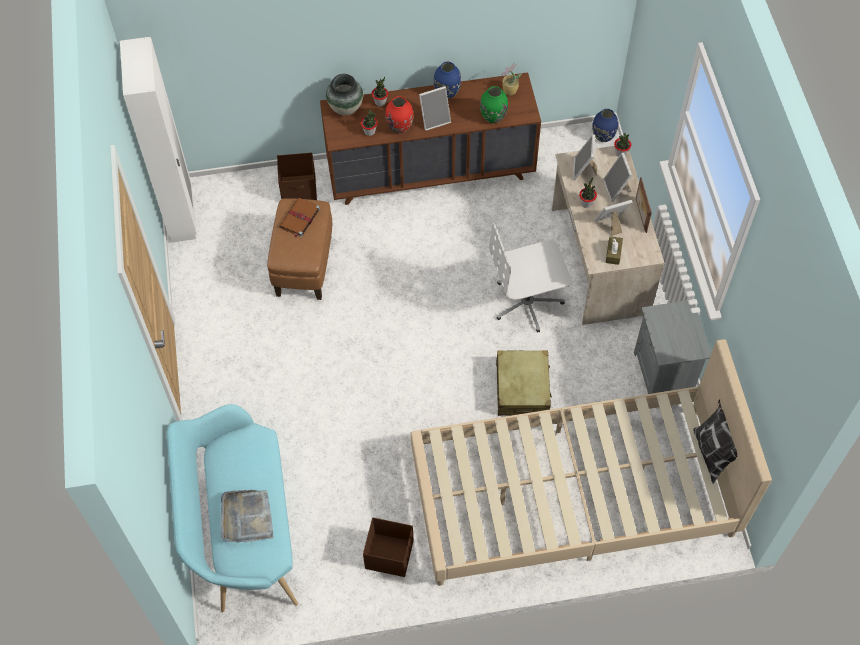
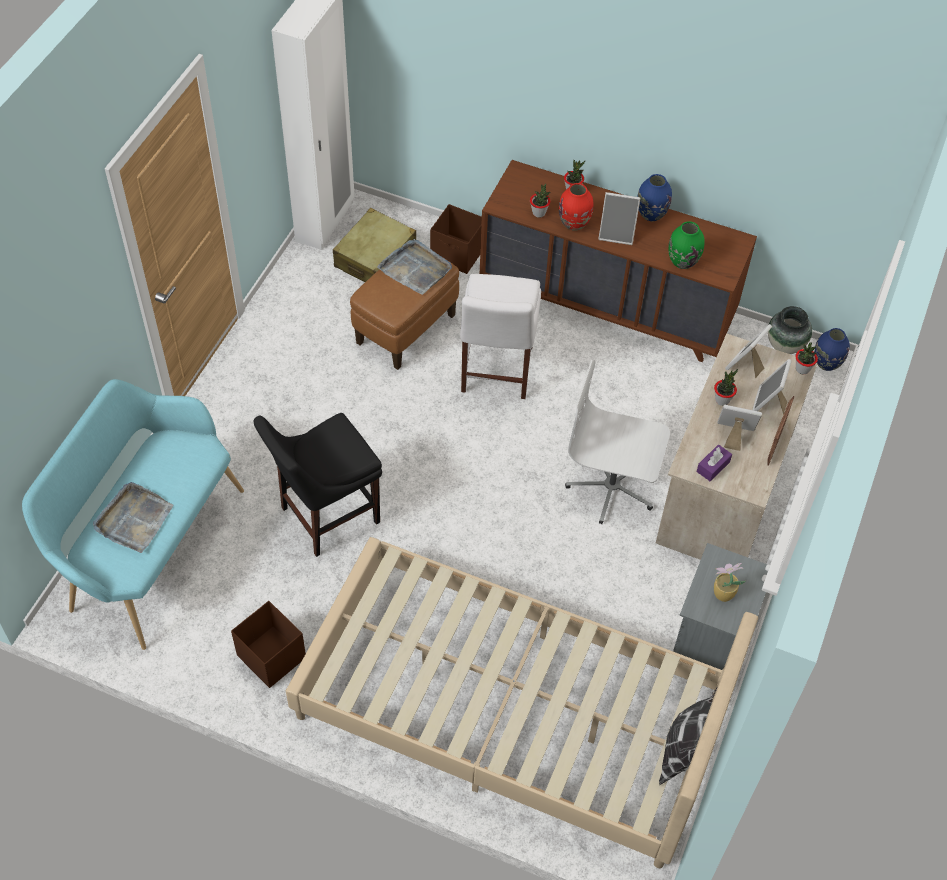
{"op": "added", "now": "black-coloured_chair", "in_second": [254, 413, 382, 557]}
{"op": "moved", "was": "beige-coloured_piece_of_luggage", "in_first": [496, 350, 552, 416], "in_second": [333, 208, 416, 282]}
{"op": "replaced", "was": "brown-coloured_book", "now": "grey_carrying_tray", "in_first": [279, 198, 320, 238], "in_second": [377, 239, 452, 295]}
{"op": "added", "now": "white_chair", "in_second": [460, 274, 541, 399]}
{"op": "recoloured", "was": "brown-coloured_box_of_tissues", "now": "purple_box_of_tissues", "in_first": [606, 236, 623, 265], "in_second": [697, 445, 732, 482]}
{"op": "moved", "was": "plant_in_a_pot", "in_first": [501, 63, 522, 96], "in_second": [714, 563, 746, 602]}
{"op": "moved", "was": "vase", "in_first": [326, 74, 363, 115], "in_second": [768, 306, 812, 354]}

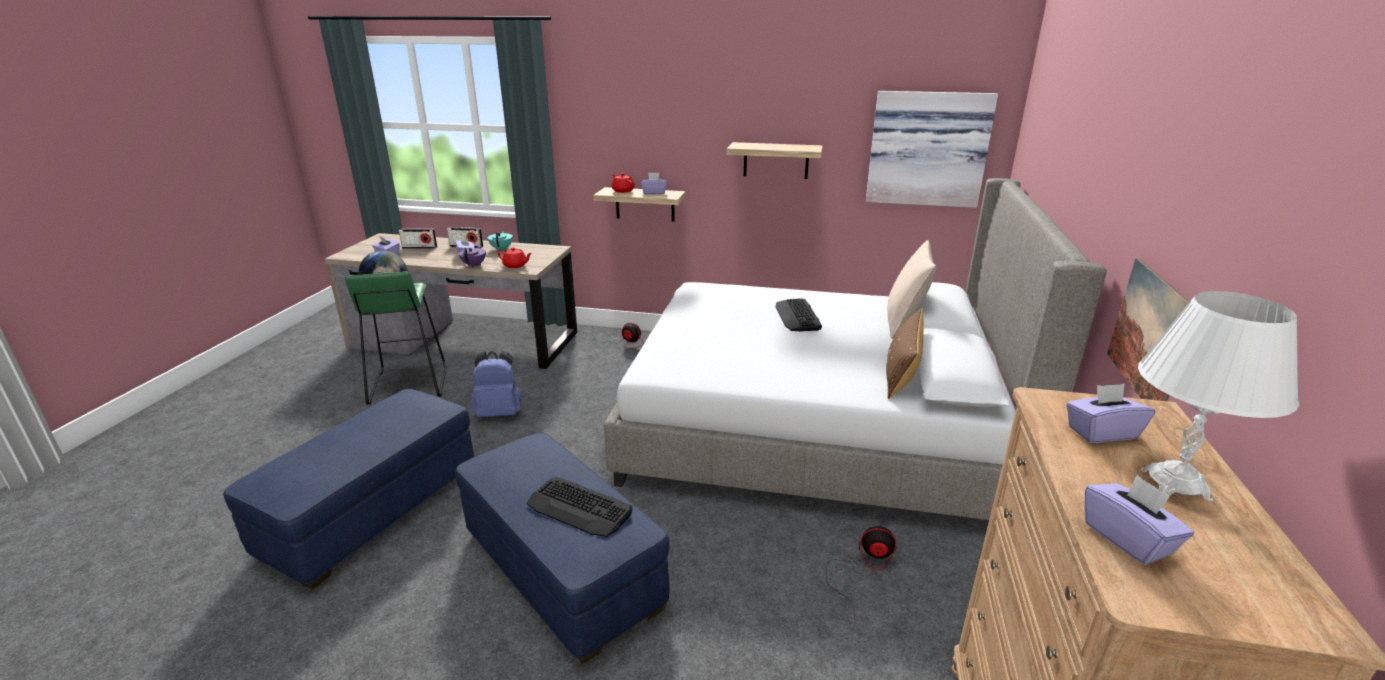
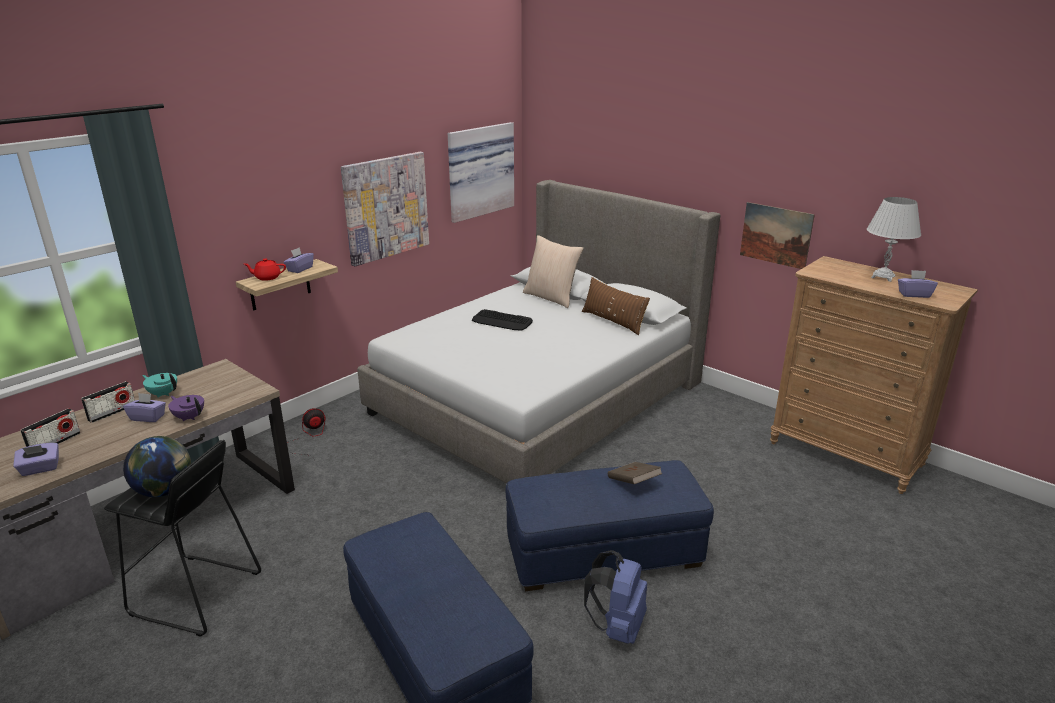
{"op": "recoloured", "was": "green-coloured_sitting_stool", "now": "black-coloured_sitting_stool", "in_first": [345, 271, 447, 405], "in_second": [104, 440, 261, 637]}
{"op": "replaced", "was": "shelf", "now": "wall_art", "in_first": [726, 142, 823, 179], "in_second": [341, 152, 429, 266]}
{"op": "moved", "was": "blue-coloured_rucksack", "in_first": [470, 351, 522, 417], "in_second": [584, 550, 647, 644]}
{"op": "replaced", "was": "keyboard", "now": "brown-coloured_book", "in_first": [527, 477, 632, 537], "in_second": [608, 462, 663, 484]}
{"op": "removed", "was": "reddish_teapot", "in_first": [498, 247, 532, 268]}
{"op": "removed", "was": "cooling_fan", "in_first": [826, 526, 897, 609]}
{"op": "removed", "was": "purple_box_of_tissues", "in_first": [1066, 384, 1155, 443]}

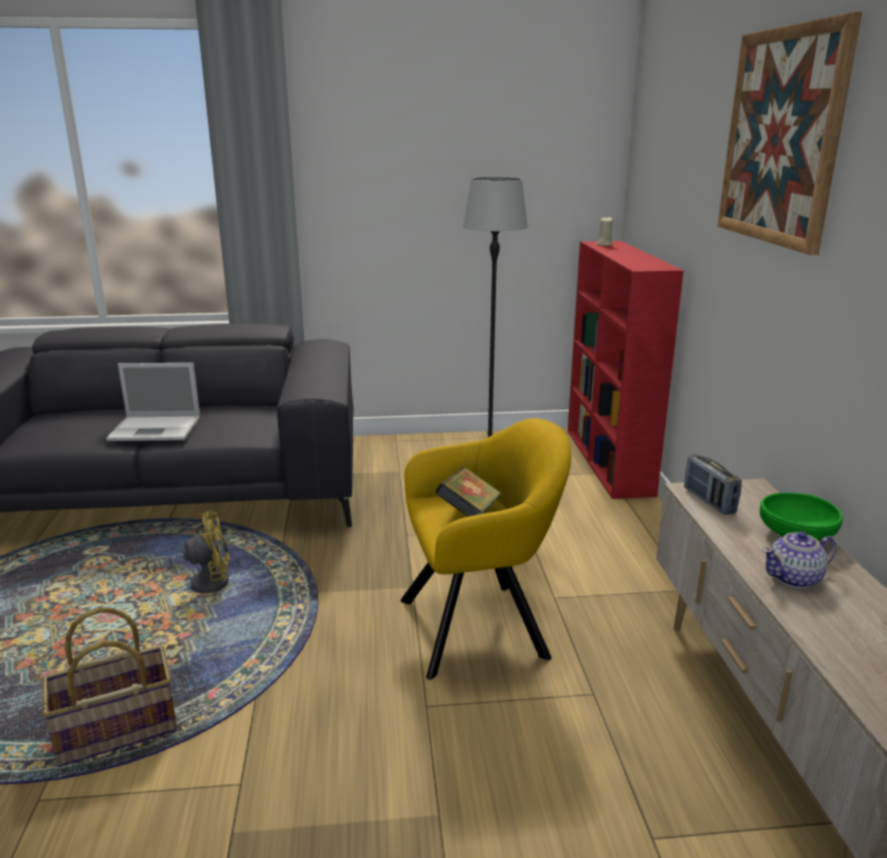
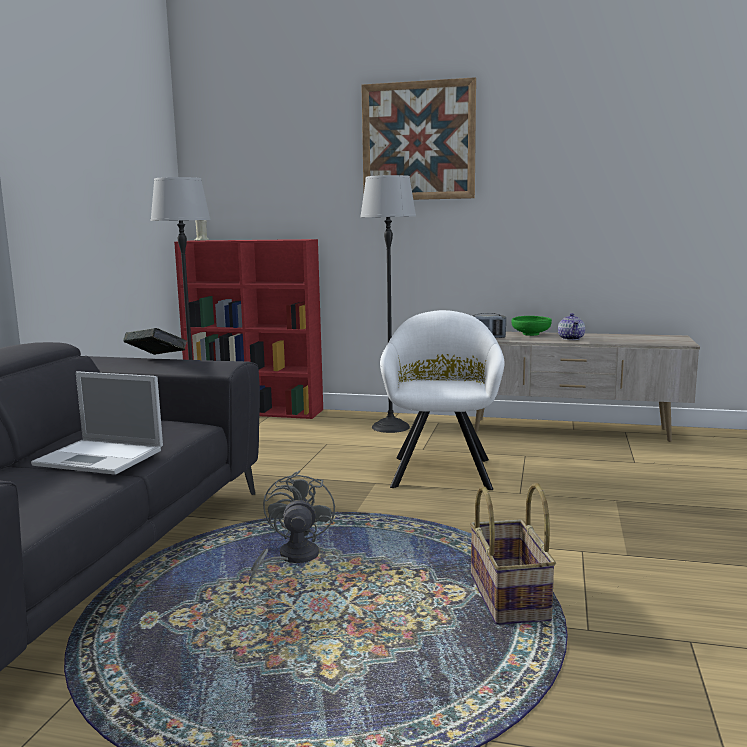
{"op": "turned", "was": "portable_computer", "in_first": [106, 363, 200, 441], "in_second": [31, 371, 163, 475], "clockwise": 90}
{"op": "moved", "was": "book", "in_first": [435, 467, 501, 517], "in_second": [123, 328, 187, 355]}
{"op": "recoloured", "was": "yellow_cooling_fan", "now": "grey_cooling_fan", "in_first": [146, 511, 230, 593], "in_second": [249, 470, 335, 584]}
{"op": "added", "now": "standard_lamp", "in_second": [360, 175, 416, 433]}
{"op": "recoloured", "was": "yellow_armchair", "now": "white_armchair", "in_first": [400, 418, 571, 680], "in_second": [380, 310, 505, 490]}

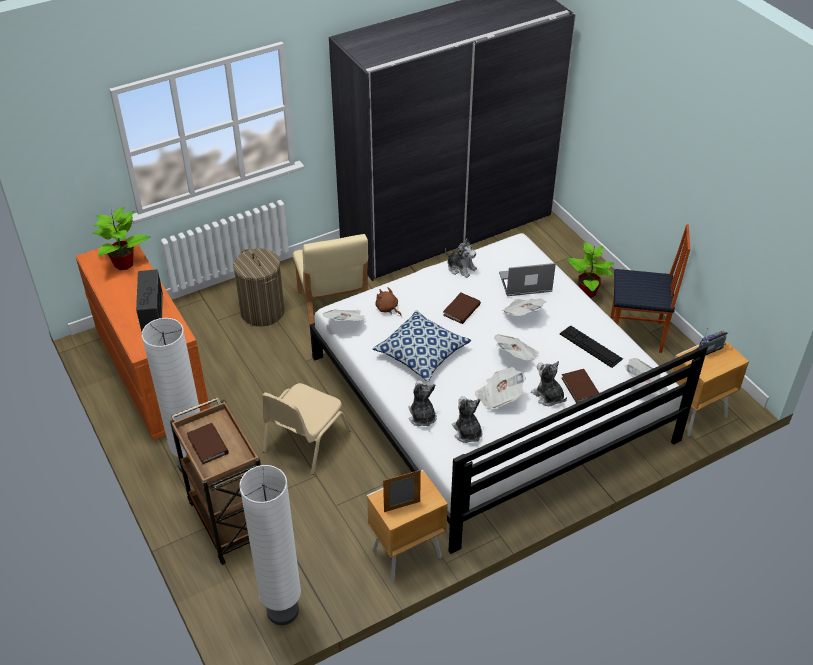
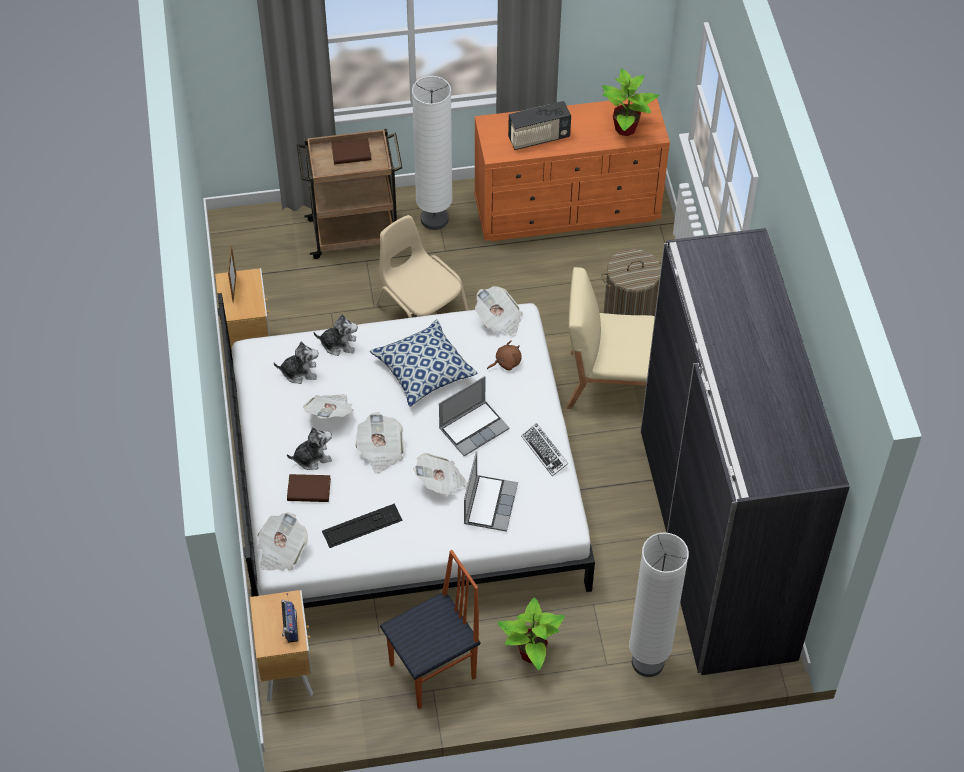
{"op": "turned", "was": "chair", "in_first": [610, 224, 690, 353], "in_second": [380, 550, 481, 709], "clockwise": -150}
{"op": "replaced", "was": "brown-coloured_book", "now": "portable_computer", "in_first": [443, 293, 481, 324], "in_second": [439, 376, 510, 456]}
{"op": "turned", "was": "radio_set", "in_first": [136, 269, 163, 331], "in_second": [508, 101, 571, 150], "clockwise": 150}
{"op": "replaced", "was": "soft_toy", "now": "keyboard", "in_first": [445, 239, 477, 278], "in_second": [521, 423, 569, 476]}
{"op": "moved", "was": "white_standard_lamp", "in_first": [239, 465, 301, 625], "in_second": [629, 532, 689, 677]}

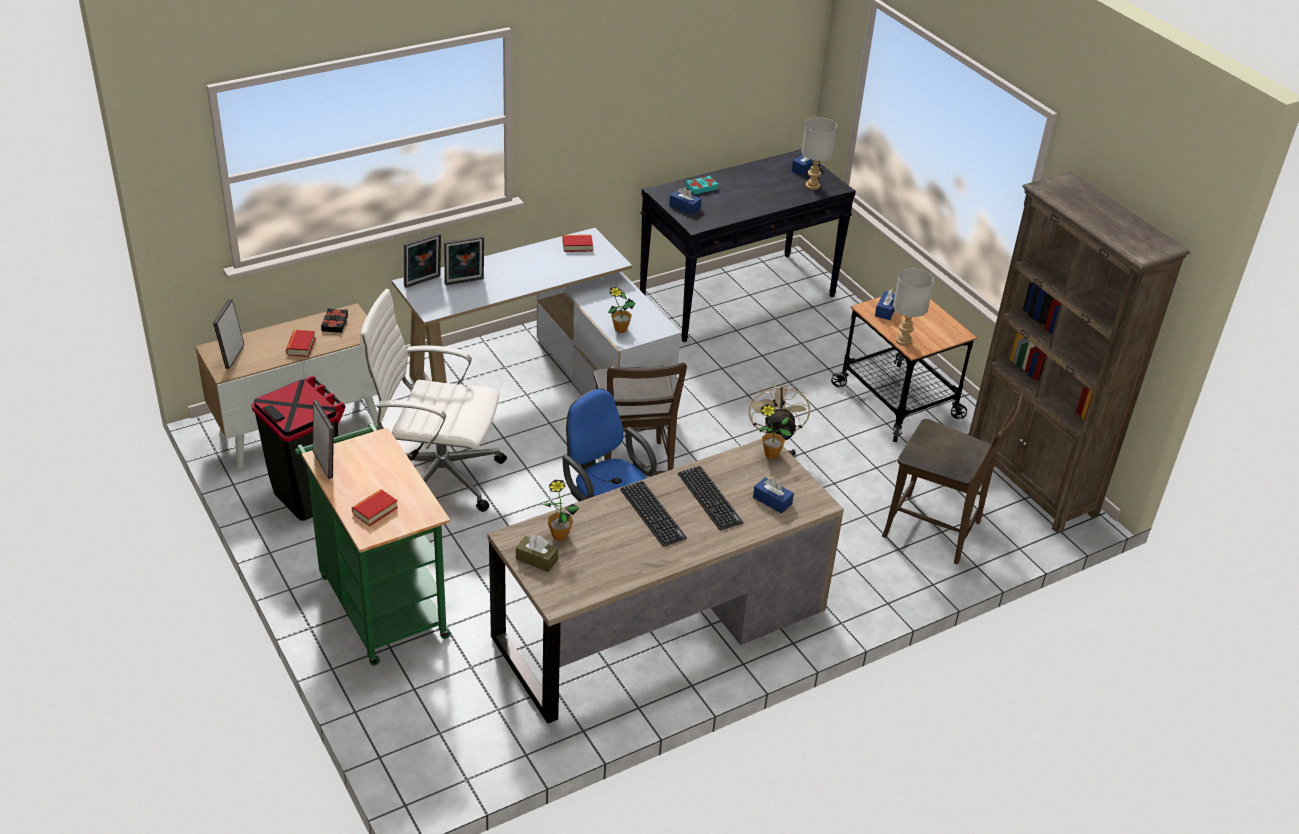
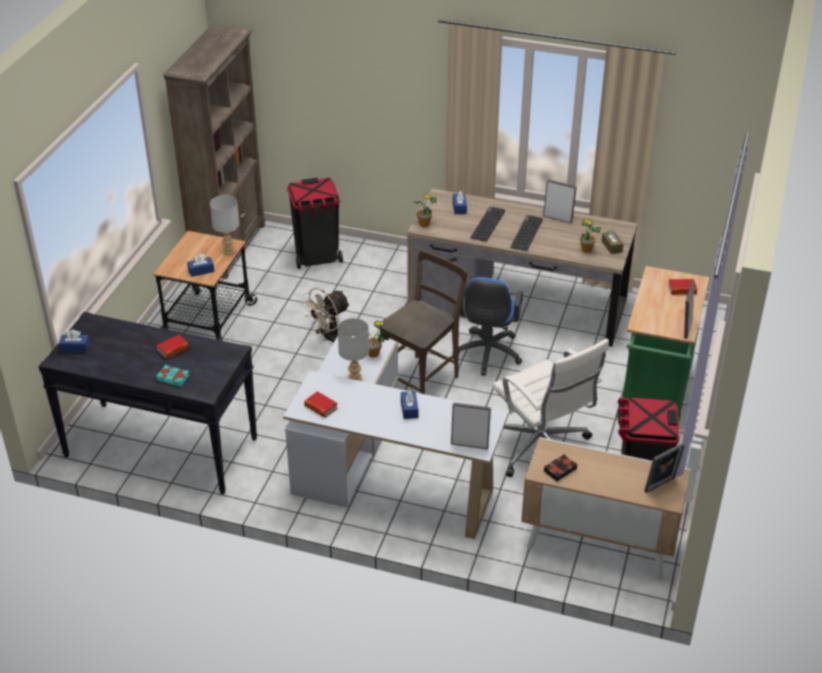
{"op": "moved", "was": "book", "in_first": [286, 330, 316, 357], "in_second": [156, 335, 190, 359]}
{"op": "replaced", "was": "brown-coloured_chair", "now": "black-coloured_waste_bin", "in_first": [882, 393, 1025, 564], "in_second": [287, 178, 343, 269]}
{"op": "moved", "was": "grey_tabletop_lamp", "in_first": [801, 117, 837, 190], "in_second": [337, 318, 369, 381]}
{"op": "moved", "was": "blue-coloured_box_of_tissues", "in_first": [669, 187, 701, 215], "in_second": [401, 390, 419, 419]}
{"op": "moved", "was": "picture_frame", "in_first": [444, 236, 484, 285], "in_second": [543, 179, 577, 224]}

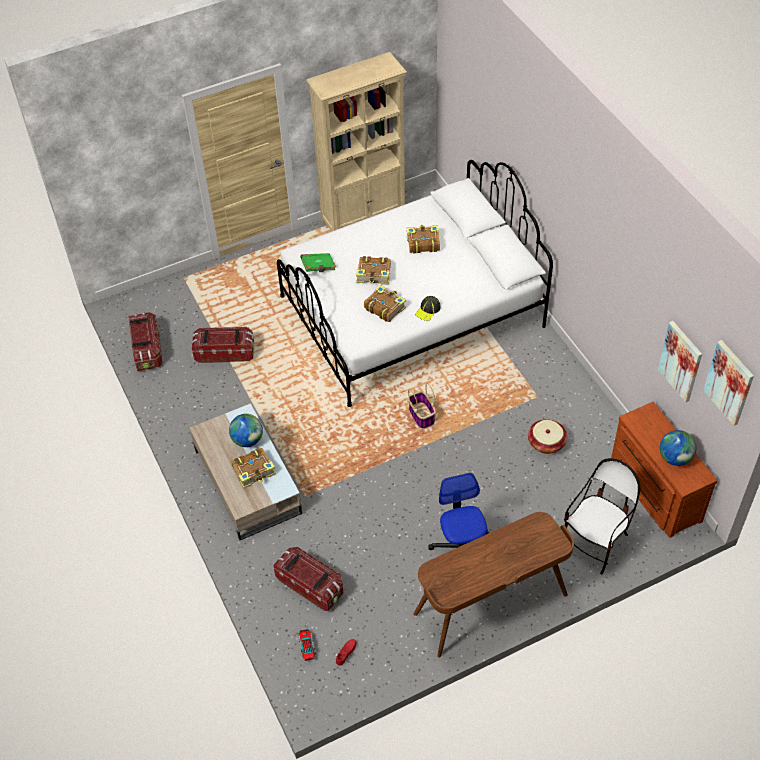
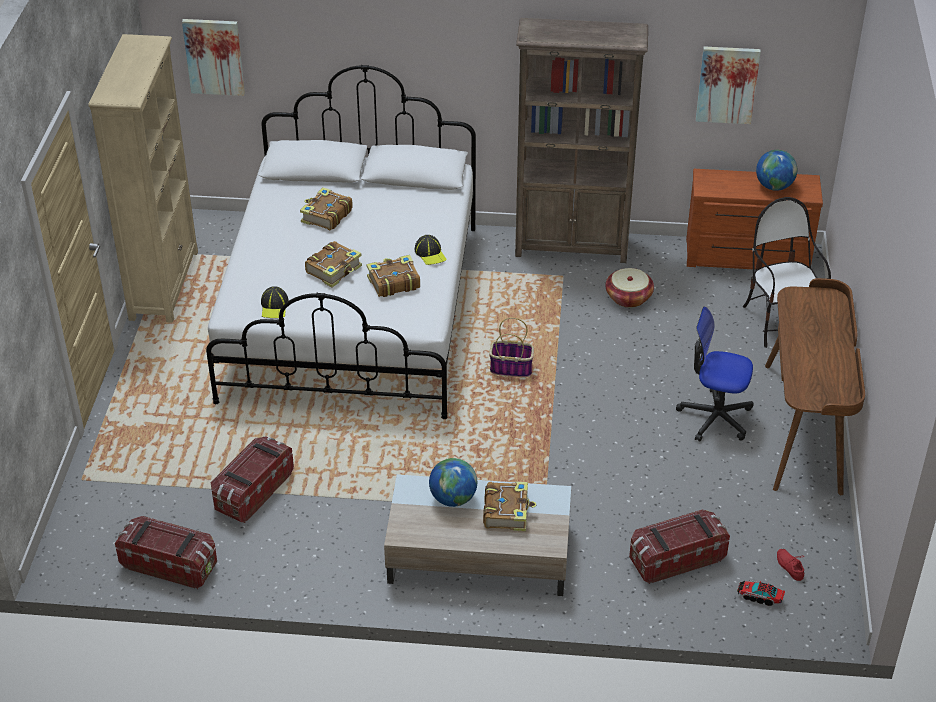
{"op": "moved", "was": "wall_art", "in_first": [703, 340, 754, 426], "in_second": [182, 19, 245, 96]}
{"op": "replaced", "was": "green-coloured_book", "now": "cap", "in_first": [300, 253, 336, 272], "in_second": [261, 286, 289, 318]}
{"op": "added", "now": "brown-coloured_shelving_unit", "in_second": [515, 18, 648, 263]}

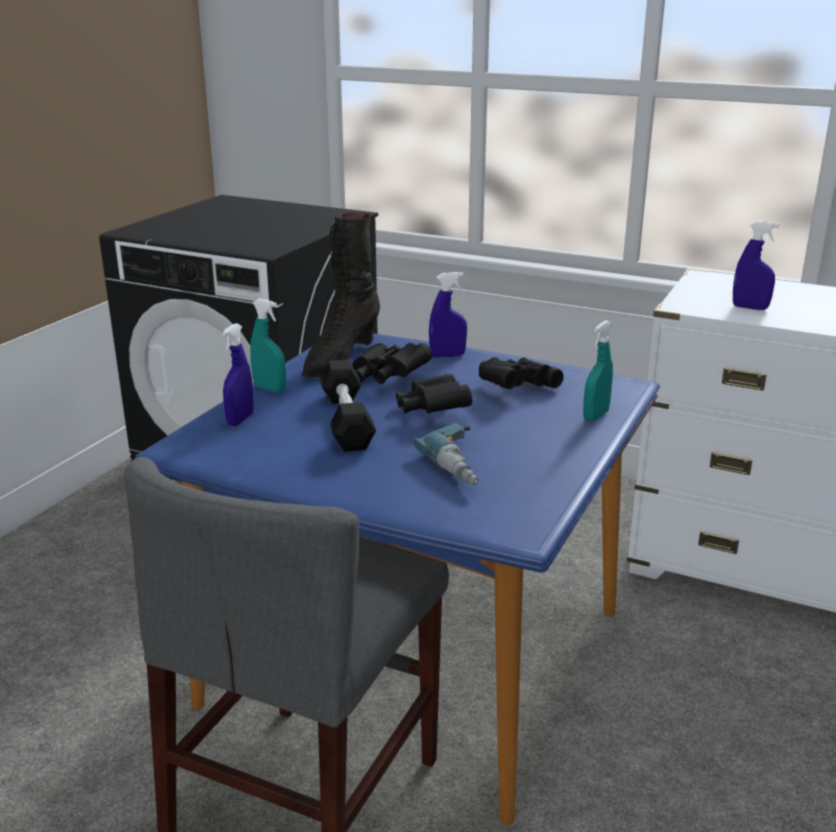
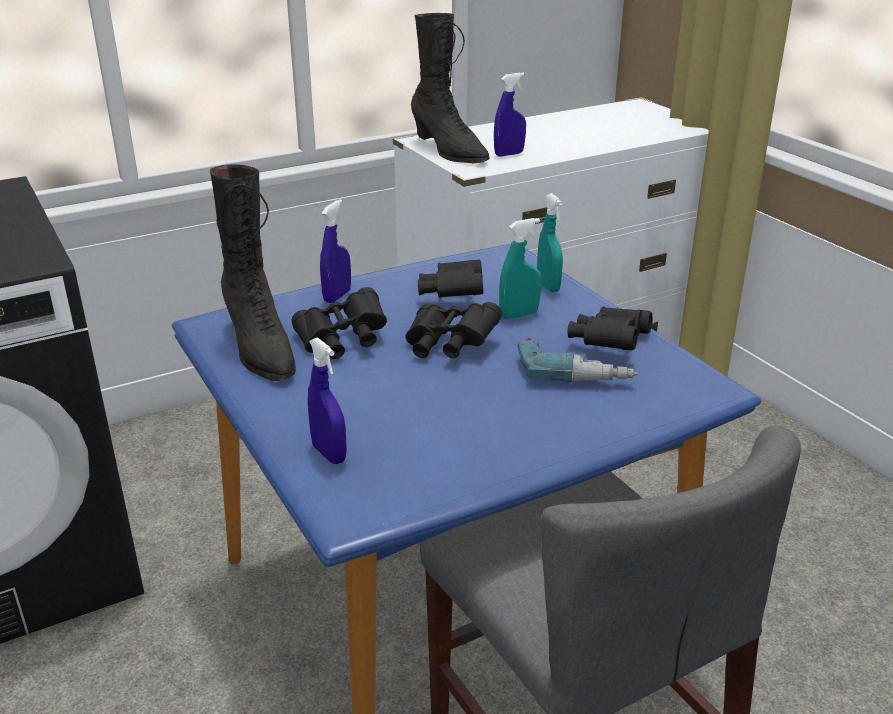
{"op": "added", "now": "black-coloured_boot", "in_second": [411, 13, 490, 163]}
{"op": "moved", "was": "turquoise_sprayer", "in_first": [250, 299, 286, 392], "in_second": [499, 218, 542, 319]}
{"op": "added", "now": "black-coloured_field_glasses", "in_second": [567, 307, 653, 350]}
{"op": "removed", "was": "black-coloured_free_weight", "in_first": [320, 360, 376, 452]}

